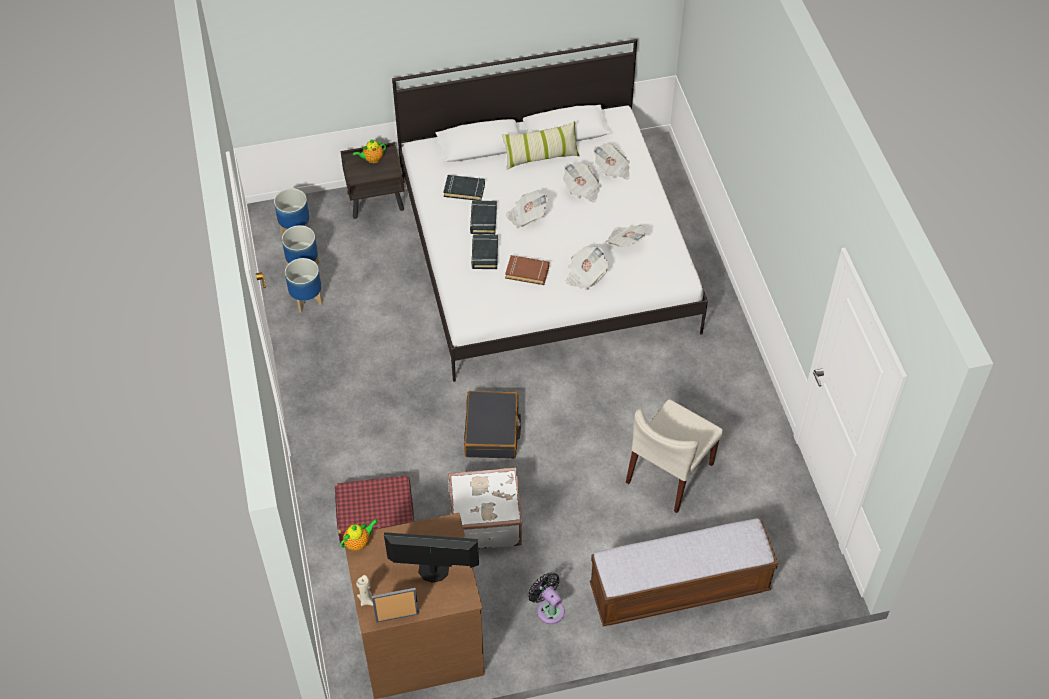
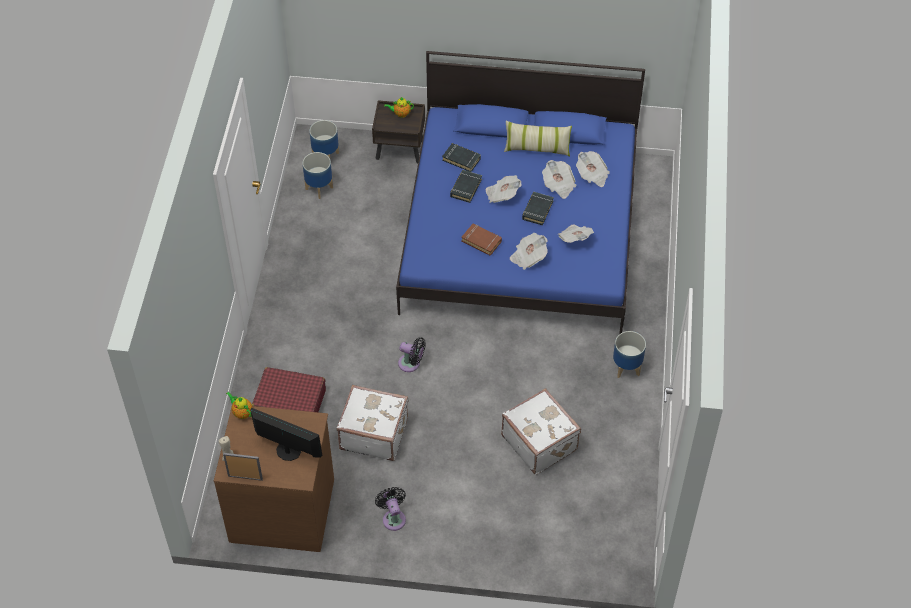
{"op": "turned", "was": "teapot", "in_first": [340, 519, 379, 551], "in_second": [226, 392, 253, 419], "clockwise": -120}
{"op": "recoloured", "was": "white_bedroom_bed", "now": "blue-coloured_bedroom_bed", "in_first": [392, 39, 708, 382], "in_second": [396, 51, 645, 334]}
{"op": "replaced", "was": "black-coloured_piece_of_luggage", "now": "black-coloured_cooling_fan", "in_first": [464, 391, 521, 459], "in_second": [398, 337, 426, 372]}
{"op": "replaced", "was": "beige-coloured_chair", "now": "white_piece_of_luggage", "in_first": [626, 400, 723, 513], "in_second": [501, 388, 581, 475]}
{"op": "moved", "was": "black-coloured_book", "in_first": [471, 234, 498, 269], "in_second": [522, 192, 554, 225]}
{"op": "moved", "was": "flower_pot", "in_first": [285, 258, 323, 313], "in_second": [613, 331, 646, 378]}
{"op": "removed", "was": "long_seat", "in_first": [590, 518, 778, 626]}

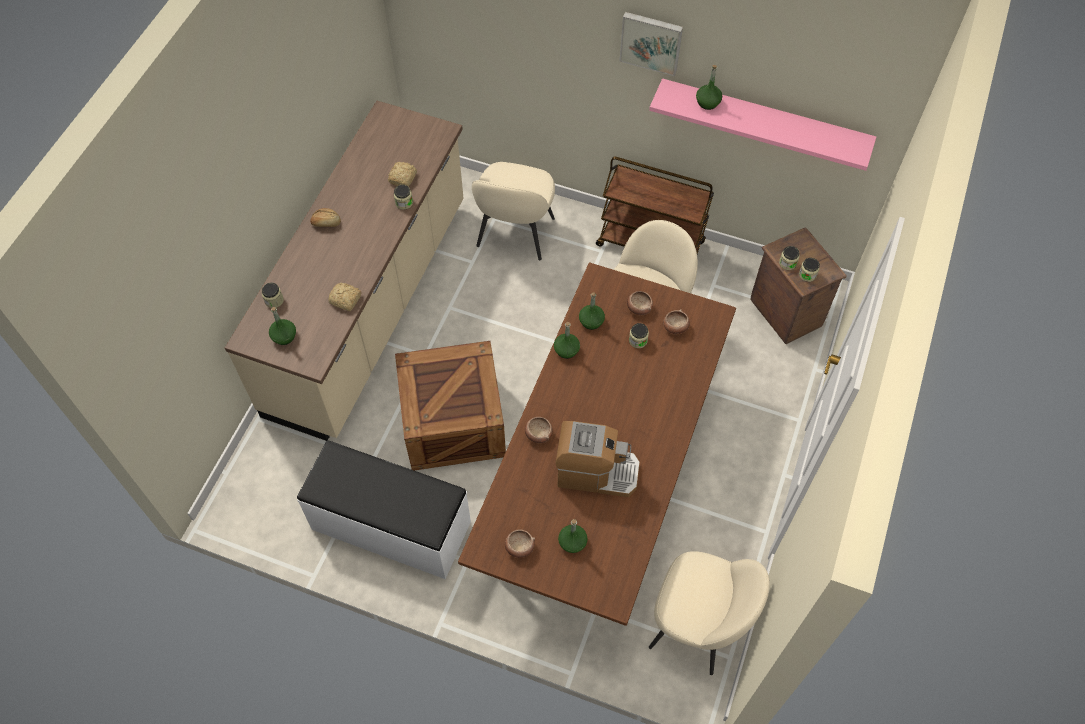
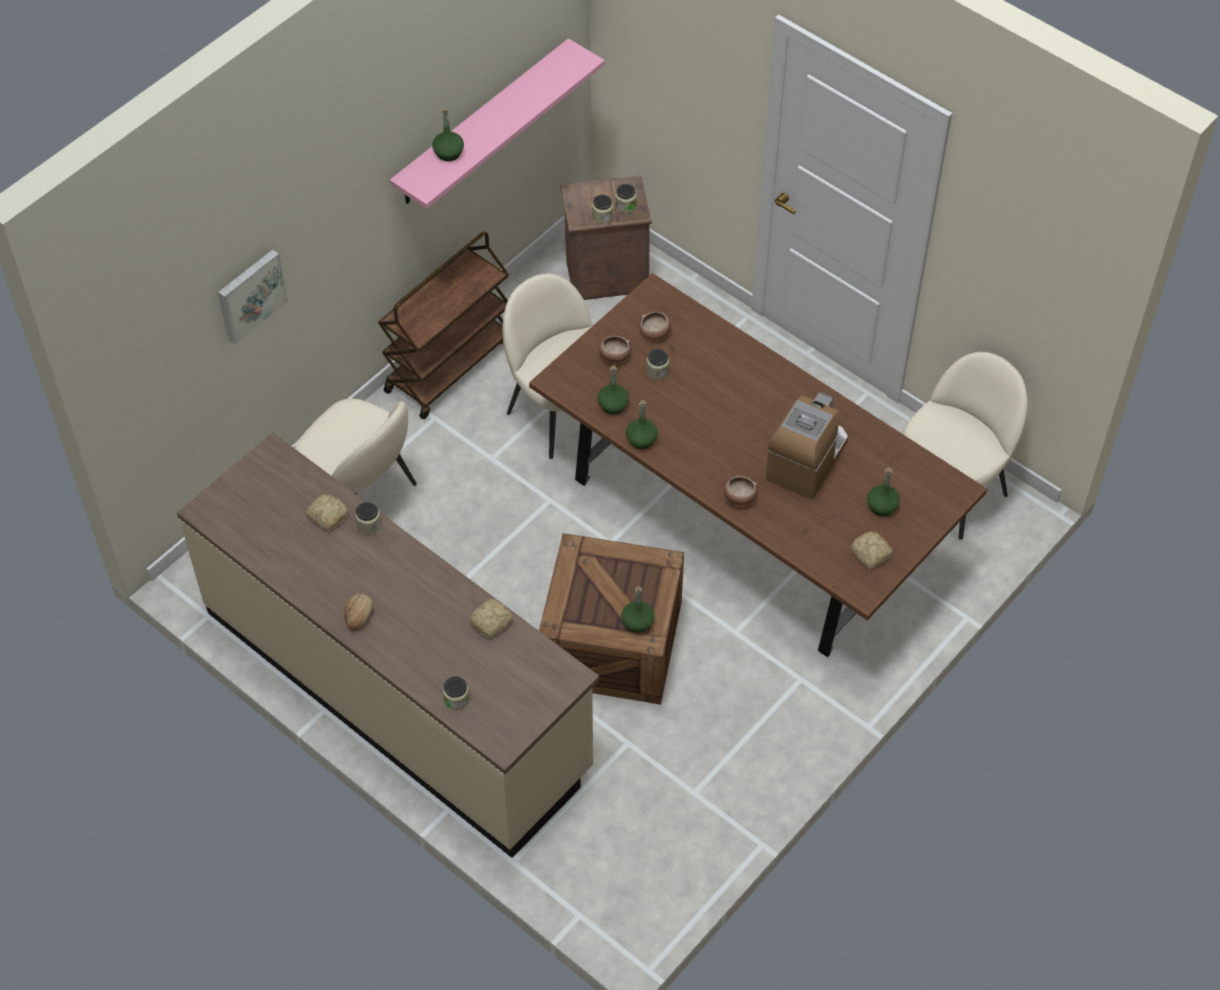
{"op": "moved", "was": "wall_art", "in_first": [619, 12, 683, 76], "in_second": [218, 249, 288, 345]}
{"op": "moved", "was": "green-coloured_bottle", "in_first": [269, 307, 296, 345], "in_second": [621, 586, 655, 633]}
{"op": "replaced", "was": "serving_bowl", "now": "baked_bread", "in_first": [505, 529, 535, 558], "in_second": [851, 532, 894, 569]}
{"op": "removed", "was": "white_long_seat", "in_first": [297, 441, 471, 579]}

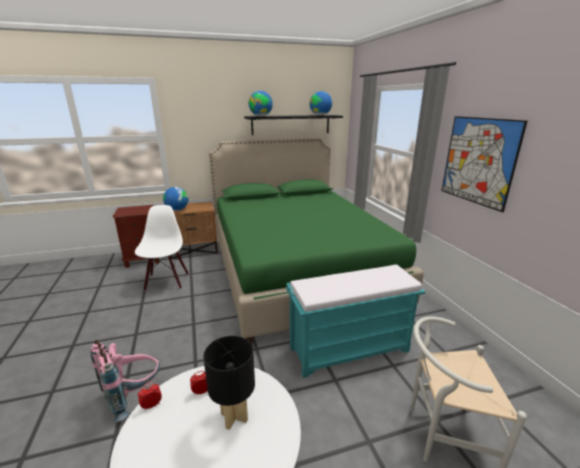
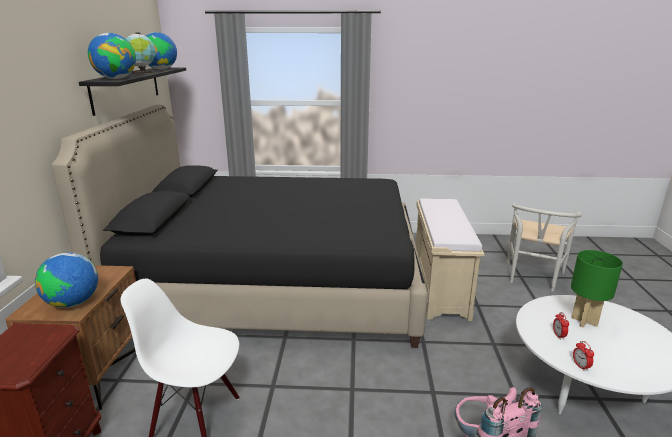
{"op": "recoloured", "was": "green-coloured_bedroom_bed", "now": "black-coloured_bedroom_bed", "in_first": [209, 138, 424, 344], "in_second": [51, 105, 428, 348]}
{"op": "added", "now": "desk_globe", "in_second": [126, 32, 156, 74]}
{"op": "recoloured", "was": "turquoise_long_seat", "now": "beige-coloured_long_seat", "in_first": [286, 264, 426, 378], "in_second": [416, 199, 485, 321]}
{"op": "recoloured", "was": "black-coloured_tabletop_lamp", "now": "green-coloured_tabletop_lamp", "in_first": [203, 336, 255, 430], "in_second": [571, 250, 623, 328]}
{"op": "removed", "was": "wall_art", "in_first": [441, 116, 527, 213]}

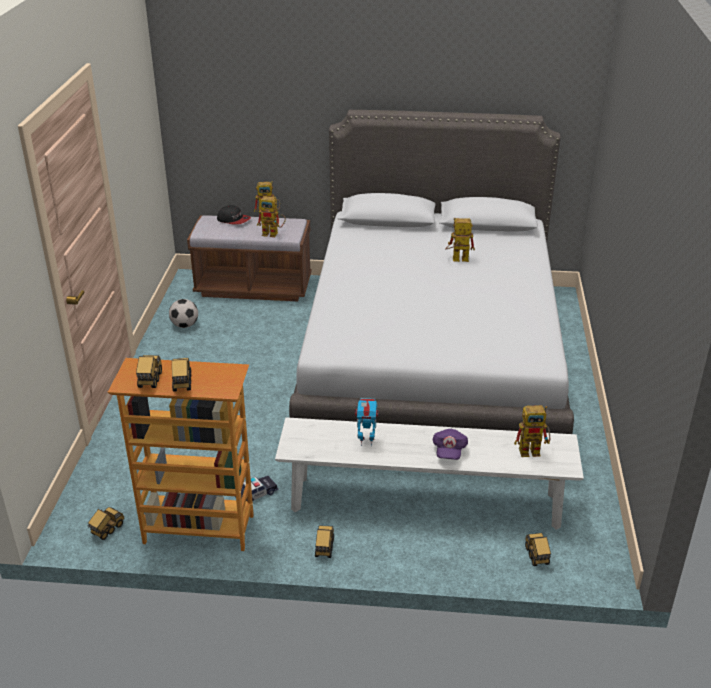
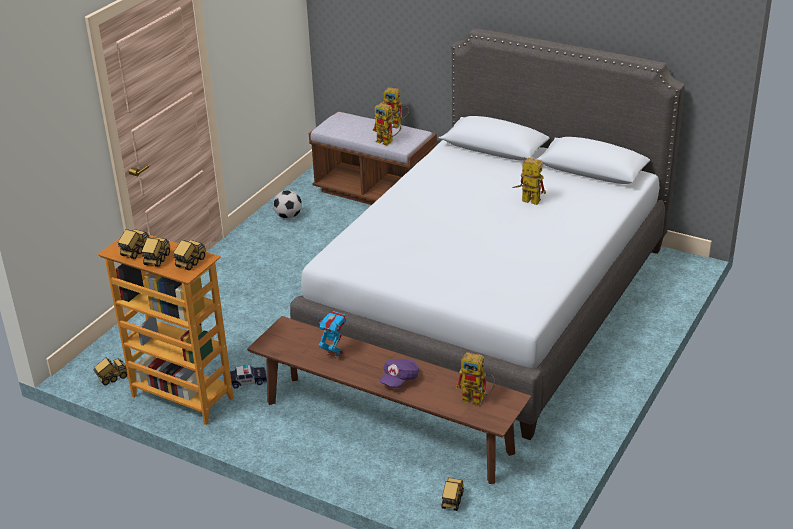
{"op": "moved", "was": "toy_lorry", "in_first": [315, 525, 334, 558], "in_second": [173, 240, 206, 270]}
{"op": "recoloured", "was": "white_long_seat", "now": "brown-coloured_long_seat", "in_first": [275, 417, 584, 530], "in_second": [247, 316, 532, 484]}
{"op": "removed", "was": "cap", "in_first": [217, 205, 251, 225]}

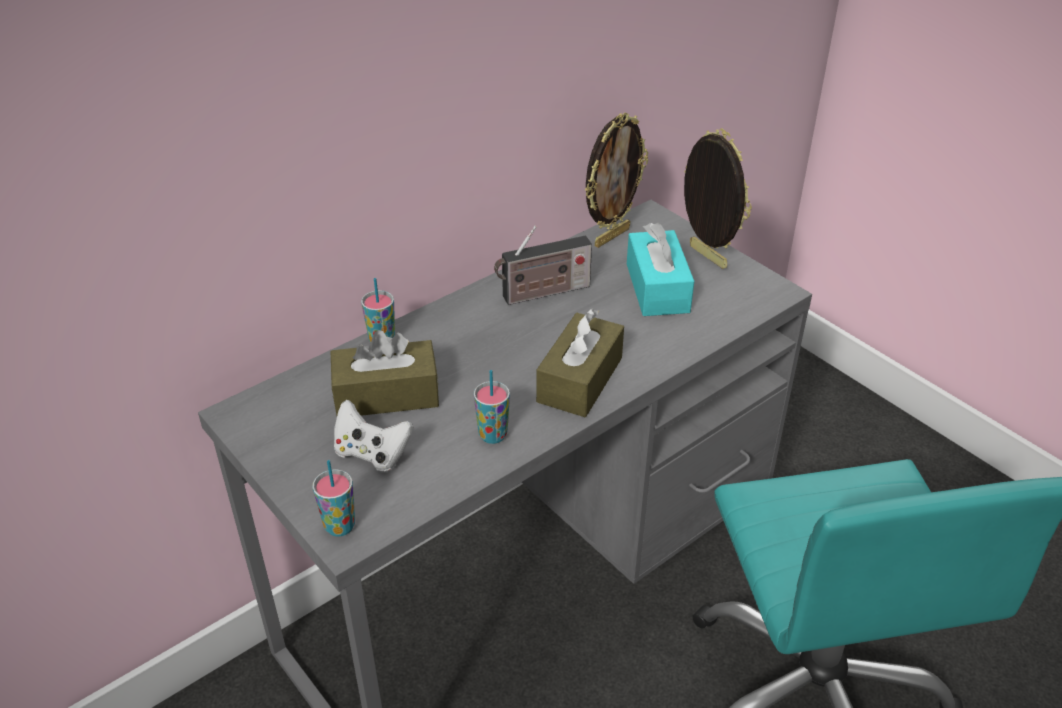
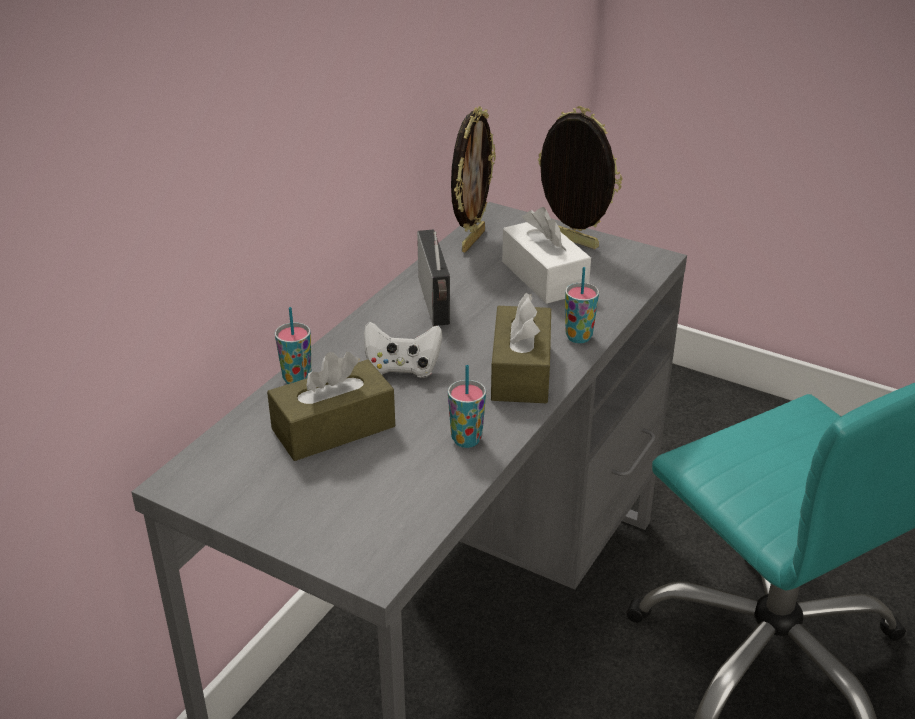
{"op": "moved", "was": "white_gamepad", "in_first": [334, 400, 414, 471], "in_second": [364, 322, 442, 378]}
{"op": "turned", "was": "radio_set", "in_first": [494, 226, 592, 305], "in_second": [417, 230, 450, 326], "clockwise": -60}
{"op": "recoloured", "was": "turquoise_box_of_tissues", "now": "white_box_of_tissues", "in_first": [627, 223, 694, 316], "in_second": [502, 207, 591, 304]}
{"op": "moved", "was": "small_cup", "in_first": [312, 460, 355, 537], "in_second": [565, 267, 599, 343]}

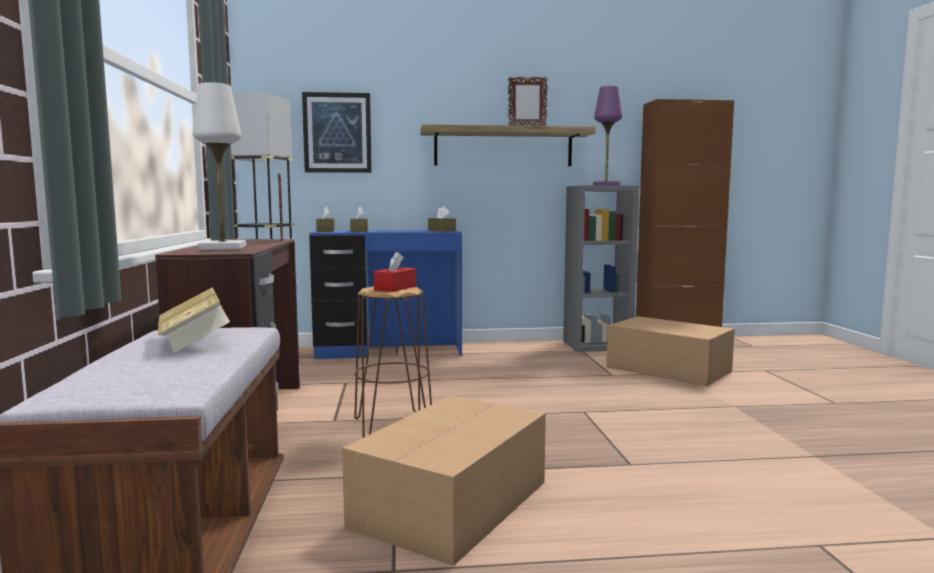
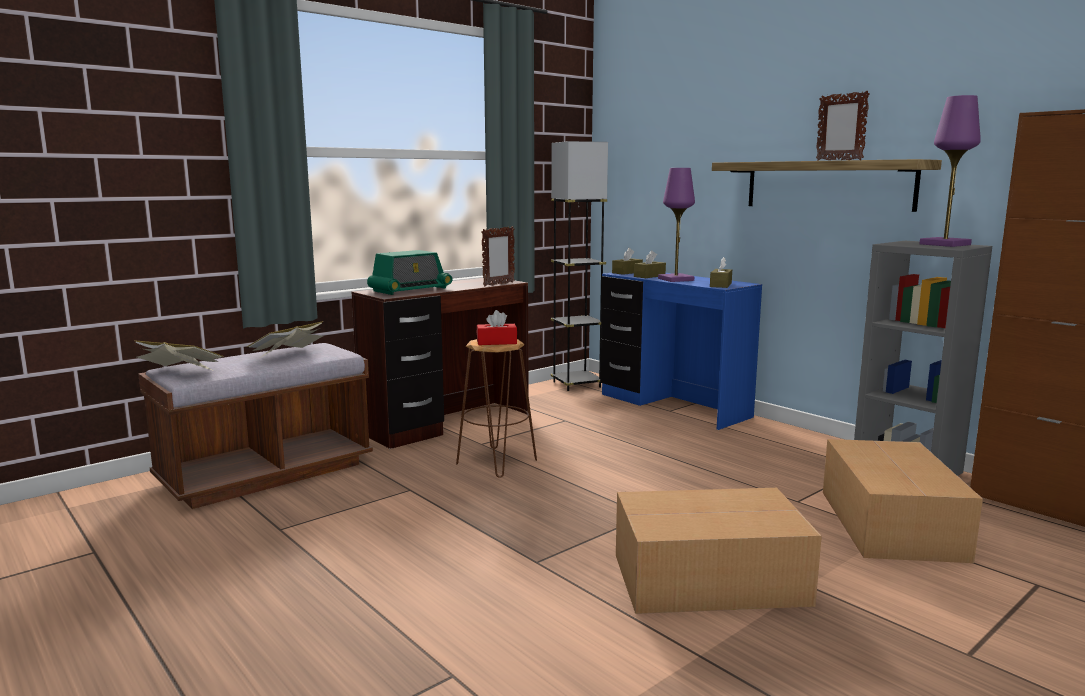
{"op": "added", "now": "book", "in_second": [134, 340, 224, 370]}
{"op": "replaced", "was": "white_tabletop_lamp", "now": "radio_set", "in_first": [192, 82, 246, 250], "in_second": [367, 250, 453, 295]}
{"op": "moved", "was": "packing_box", "in_first": [342, 395, 546, 566], "in_second": [616, 488, 822, 614]}
{"op": "added", "now": "purple_tabletop_lamp", "in_second": [658, 168, 695, 282]}
{"op": "removed", "was": "wall_art", "in_first": [302, 92, 372, 173]}

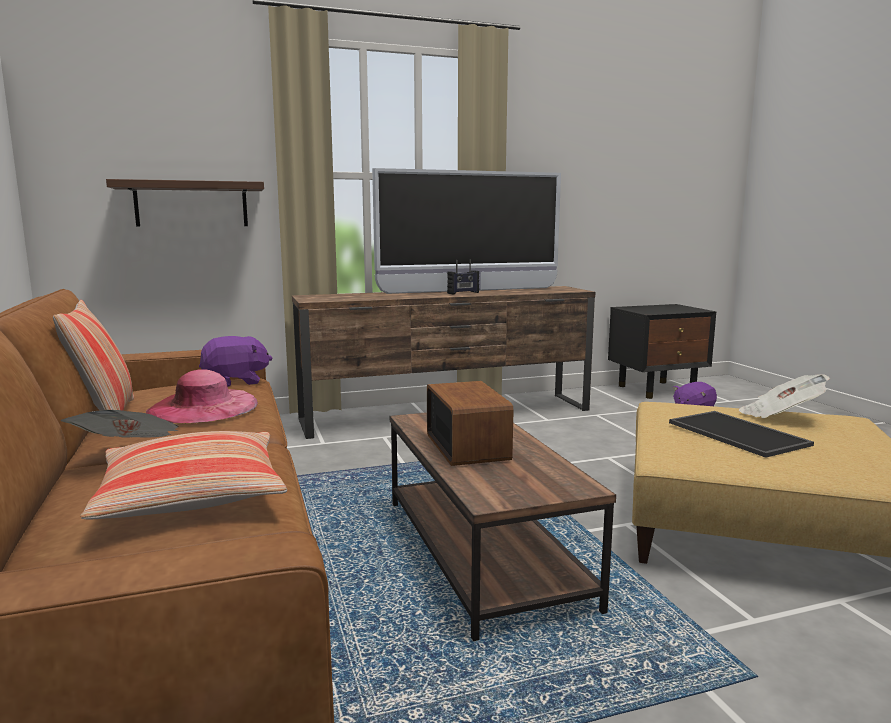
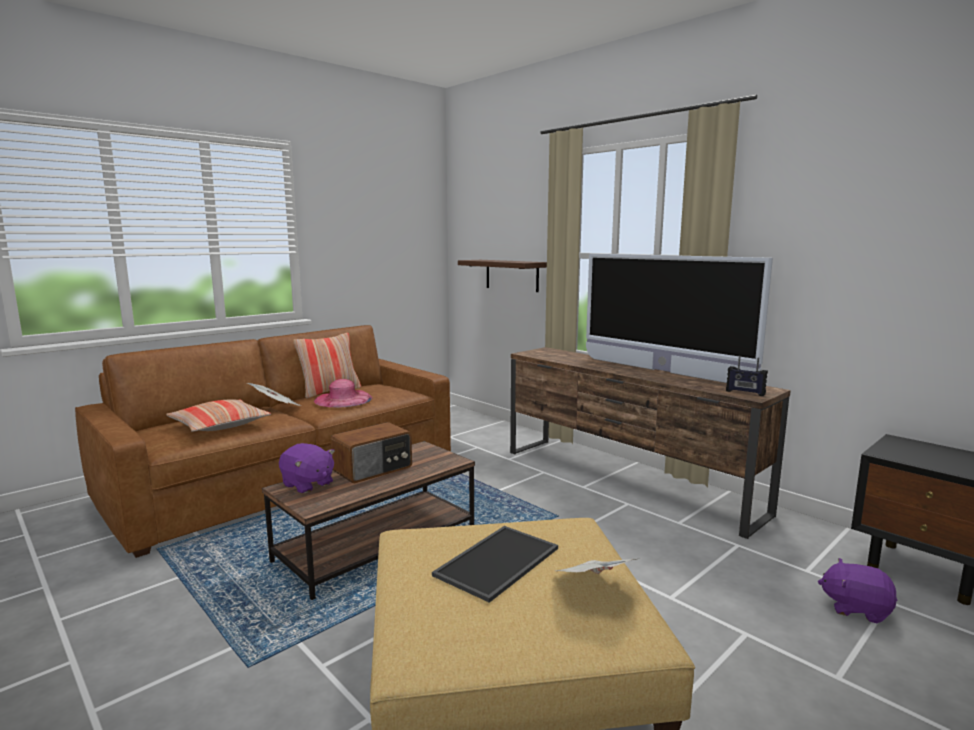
{"op": "moved", "was": "purple_soft_toy", "in_first": [199, 336, 272, 387], "in_second": [279, 443, 335, 493]}
{"op": "moved", "was": "radio_set", "in_first": [447, 259, 479, 294], "in_second": [726, 356, 768, 396]}

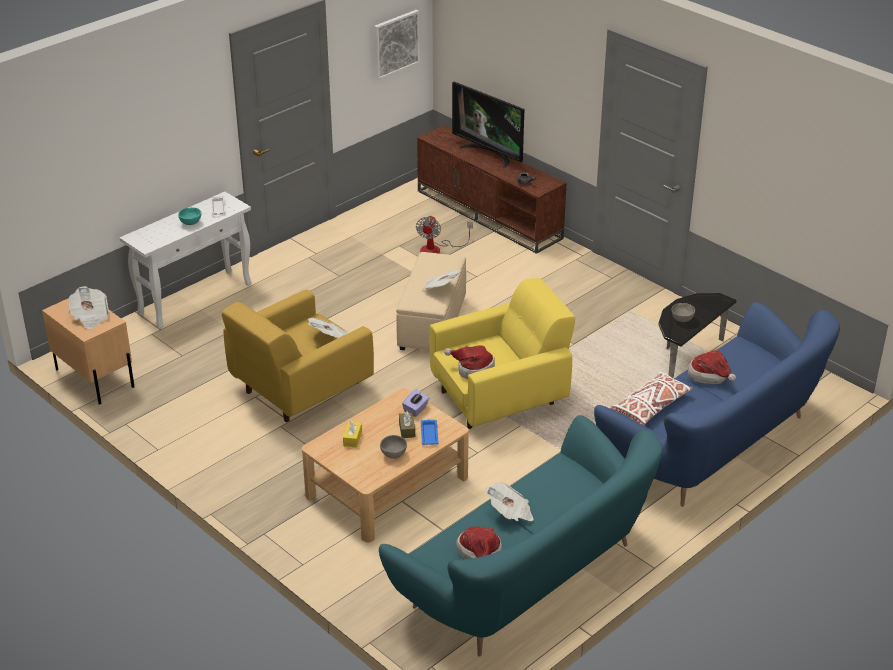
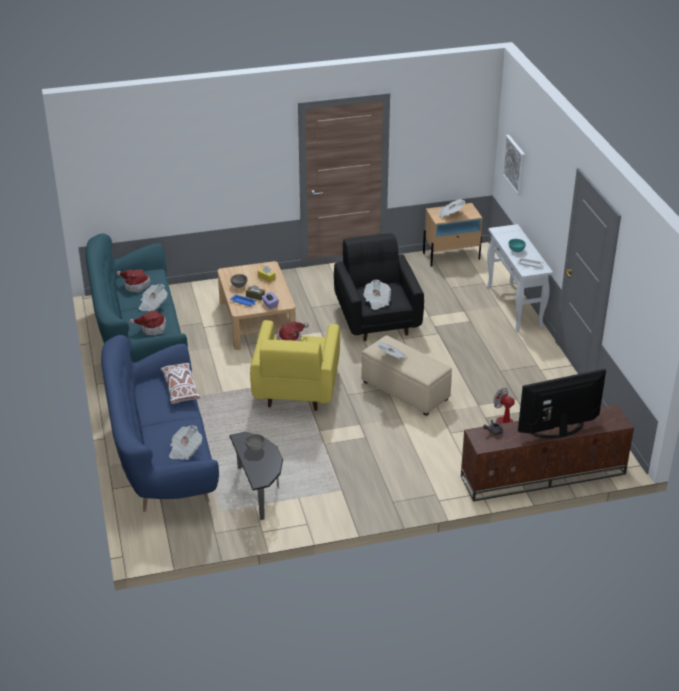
{"op": "moved", "was": "hat", "in_first": [688, 350, 736, 384], "in_second": [129, 310, 166, 336]}
{"op": "added", "now": "daily_paper", "in_second": [169, 425, 202, 460]}
{"op": "recoloured", "was": "yellow_armchair", "now": "black-coloured_armchair", "in_first": [222, 289, 374, 422], "in_second": [334, 233, 424, 341]}
{"op": "moved", "was": "wall_art", "in_first": [374, 10, 420, 80], "in_second": [503, 135, 525, 195]}

